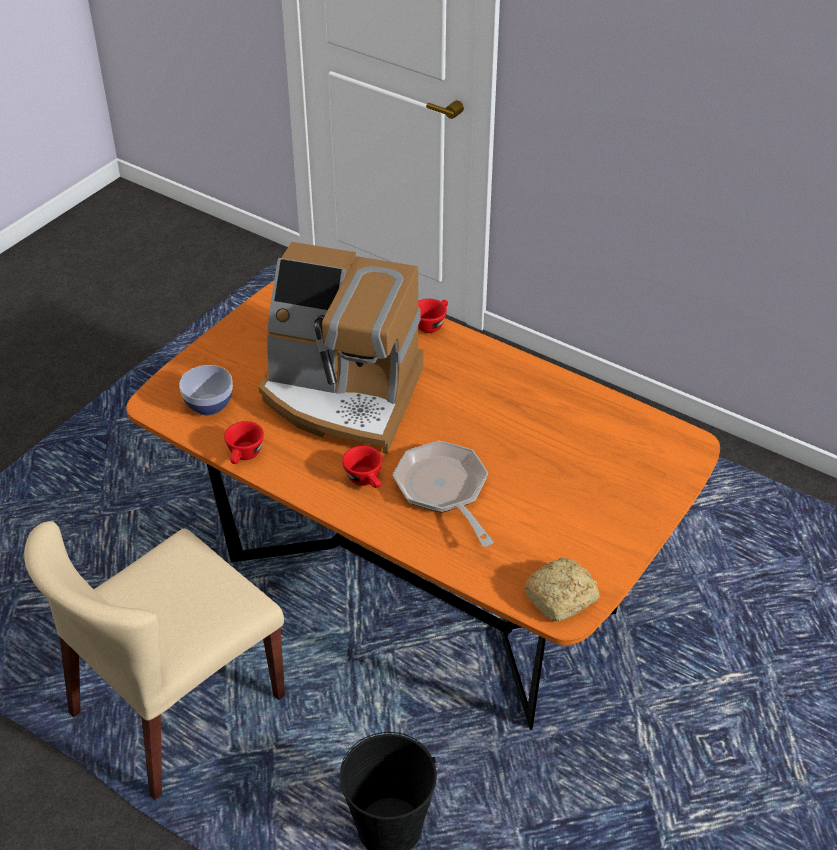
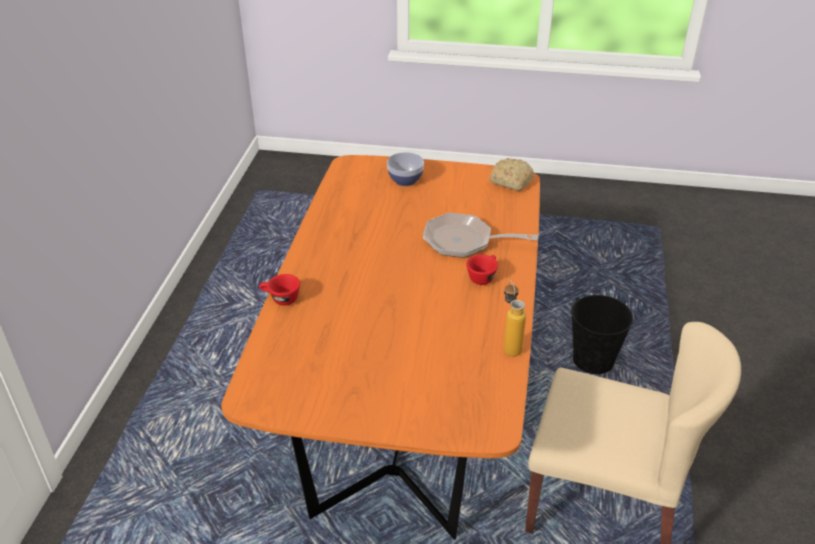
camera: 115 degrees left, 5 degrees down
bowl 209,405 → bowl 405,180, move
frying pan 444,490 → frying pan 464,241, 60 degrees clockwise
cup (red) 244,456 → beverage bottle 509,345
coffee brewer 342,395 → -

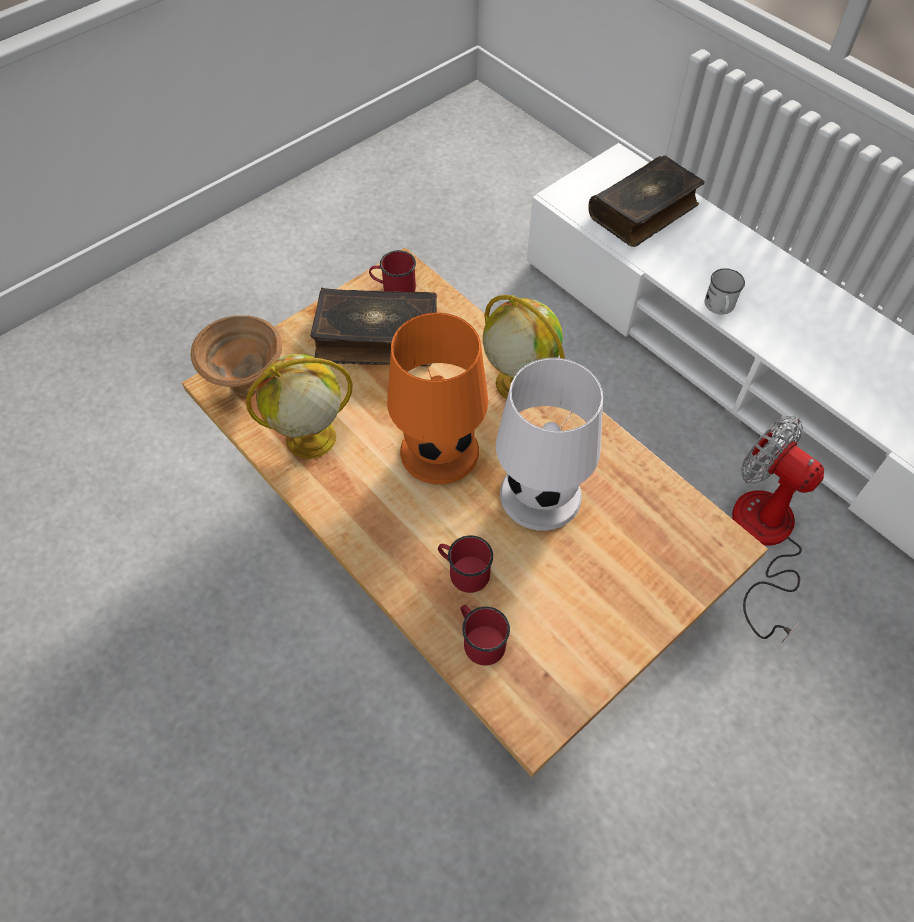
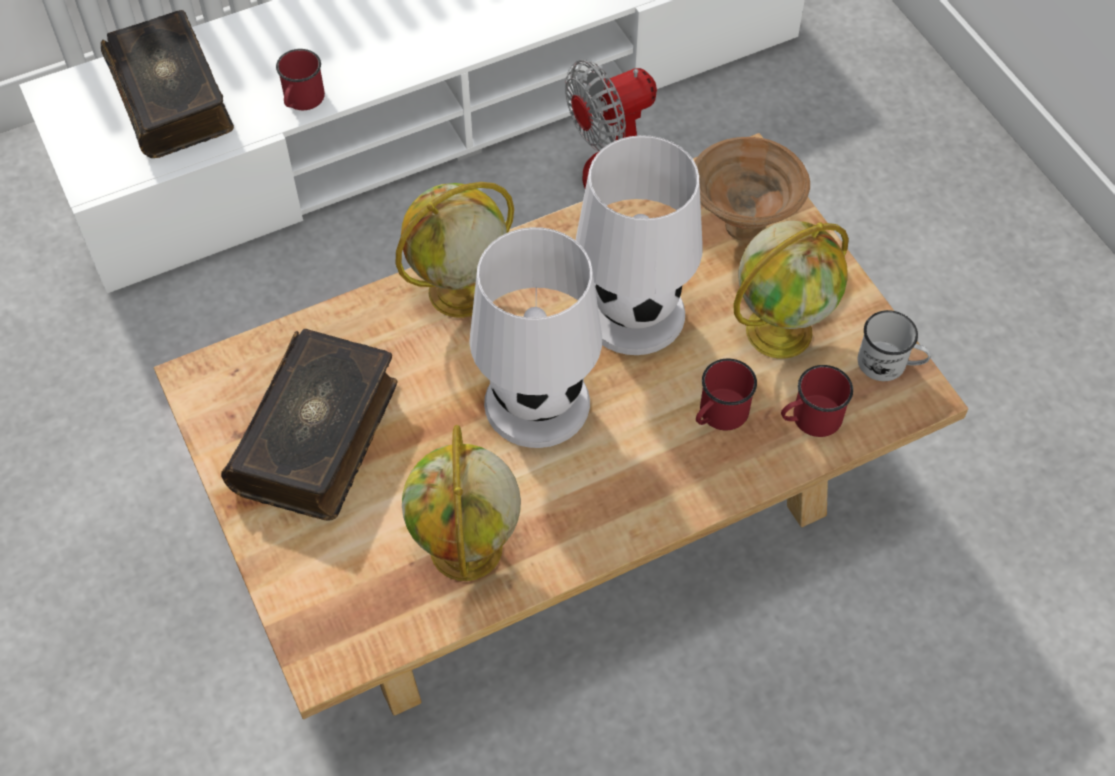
camera: 75 degrees left, 0 degrees up
mug (red) 394,288 → mug (red) 301,101, move
tabletop lamp (orange) 439,451 → tabletop lamp (whitish) 538,403
bowl (brownish) 247,382 → bowl (brownish) 740,226, move
- → globe 780,329
mug (whitish) 719,307 → mug (whitish) 889,364, move

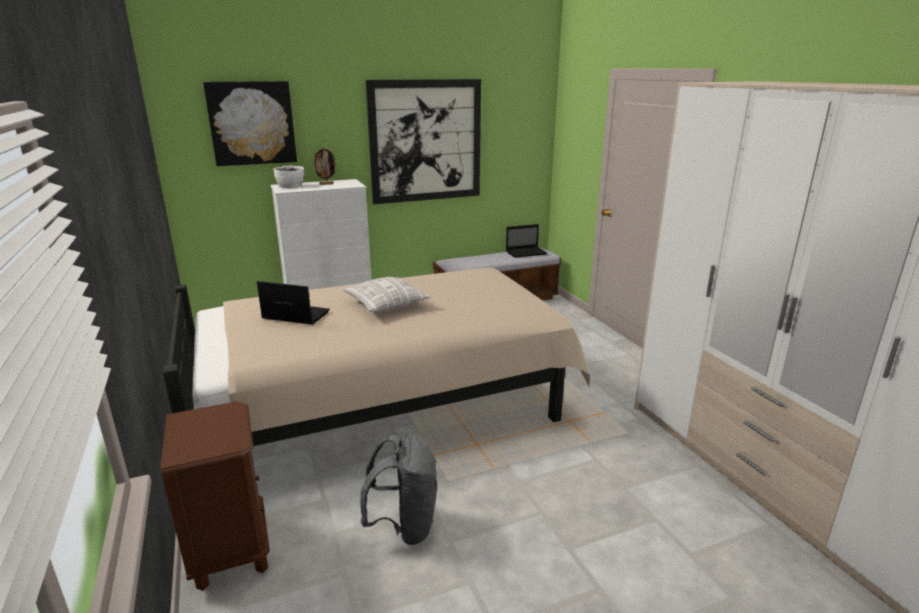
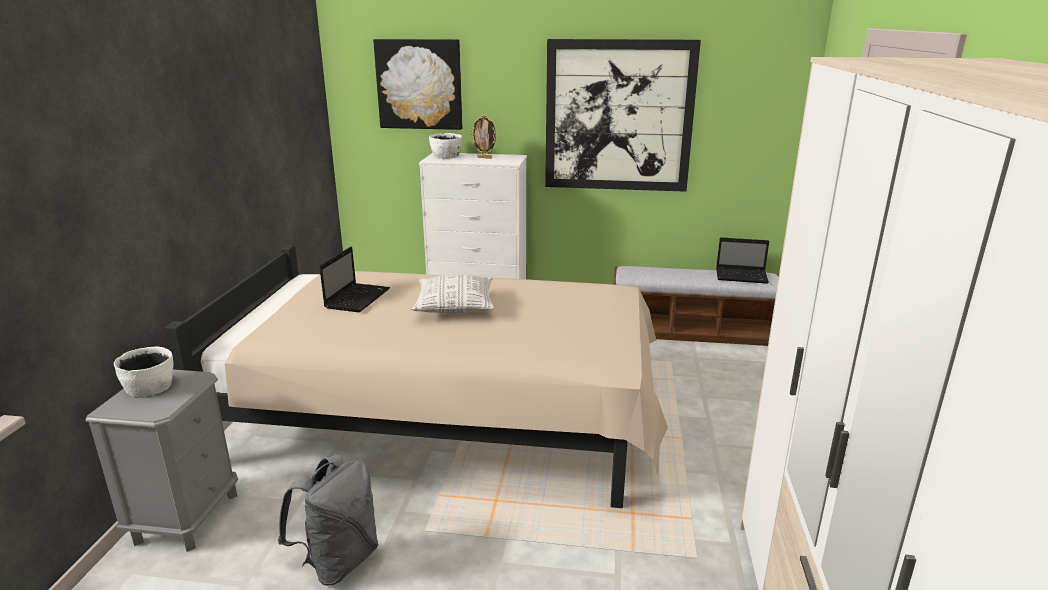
camera: 30 degrees right, 0 degrees up
bedside table (brownish) 230,550 → bedside table (greyish) 186,517
- → bowl (whitish) 150,387
laptop 294,315 → laptop 358,298, 60 degrees clockwise

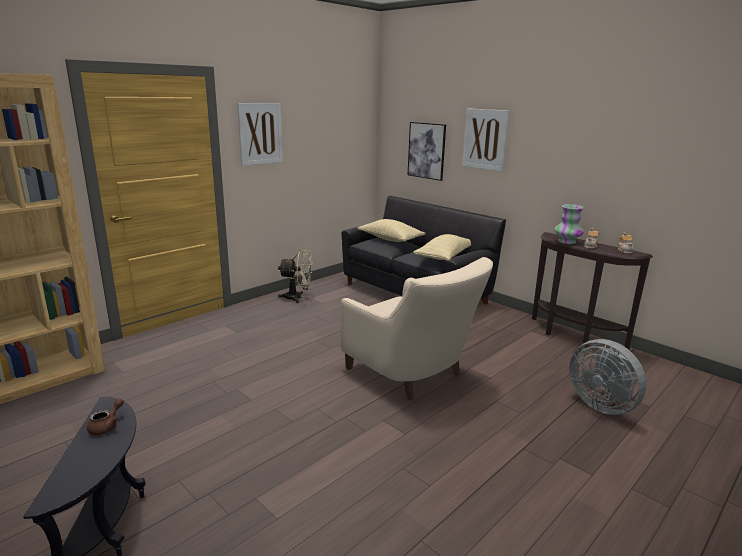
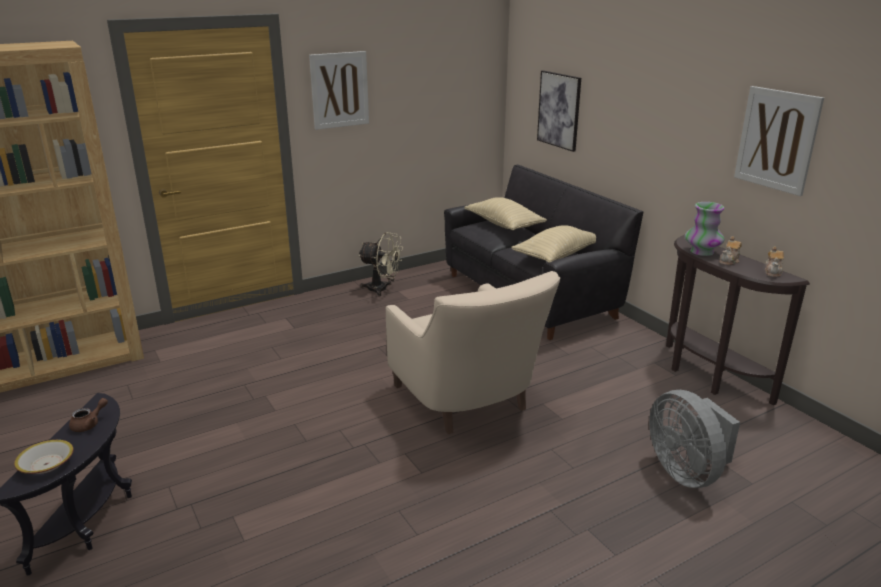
camera: 15 degrees right, 5 degrees up
- → bowl 46,464
picture 485,139 → picture 777,140, move

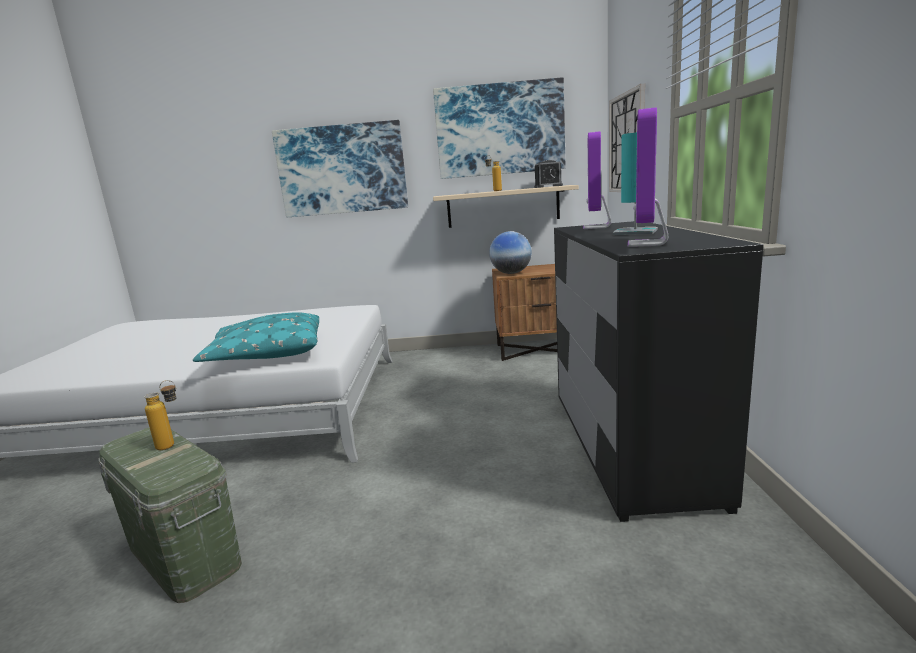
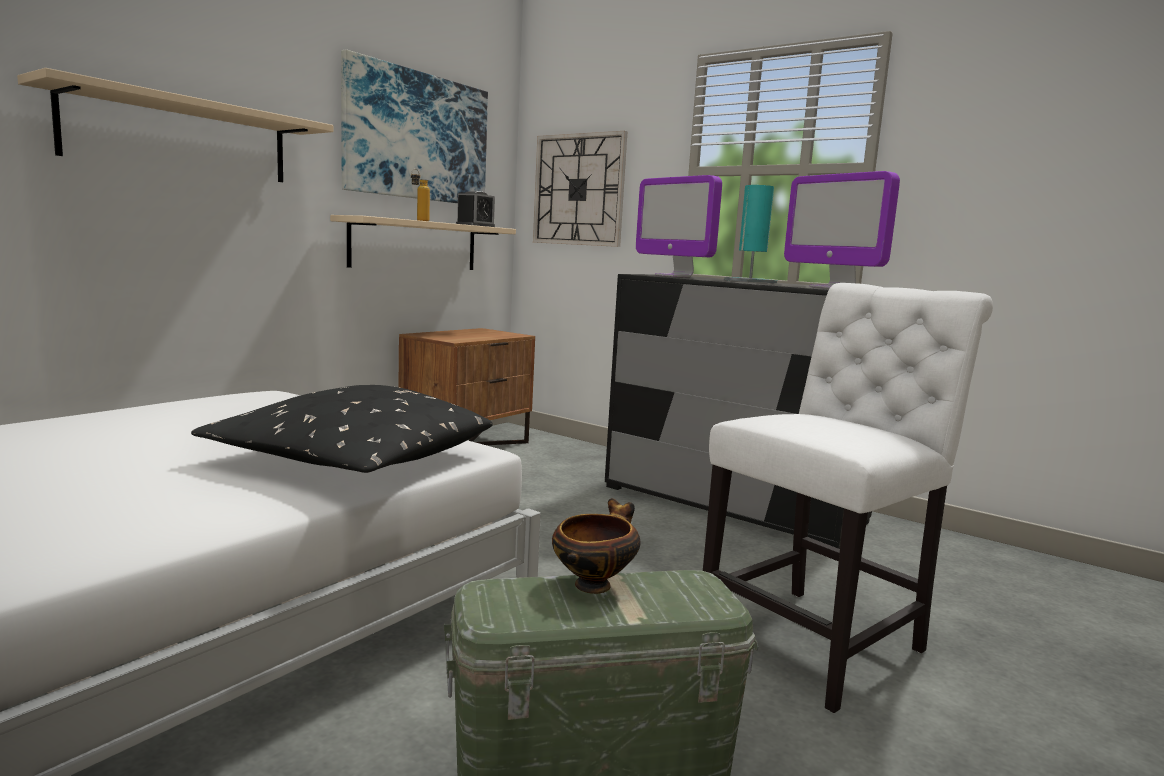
camera: 55 degrees left, 5 degrees down
picture 342,170 → wall shelf (beige) 180,138
pillow (blue-green) 266,353 → pillow (black-coloured) 351,462
beverage bottle 173,445 → bowl 594,584
- → chair (whitish) 819,640
globe 511,273 → -

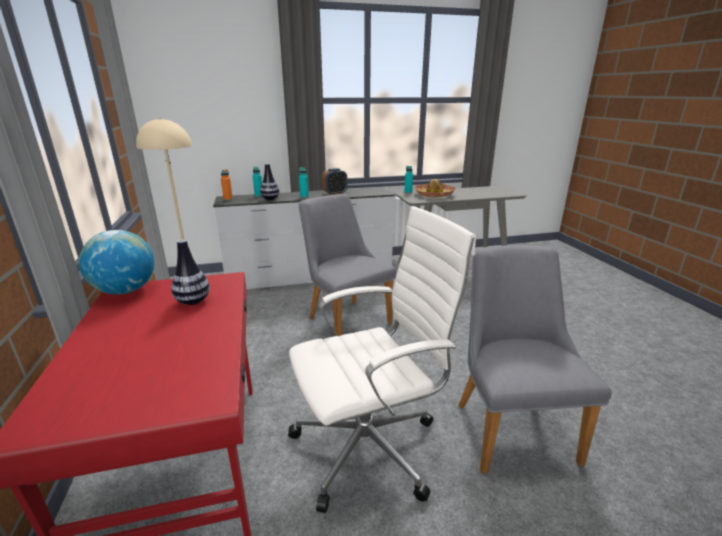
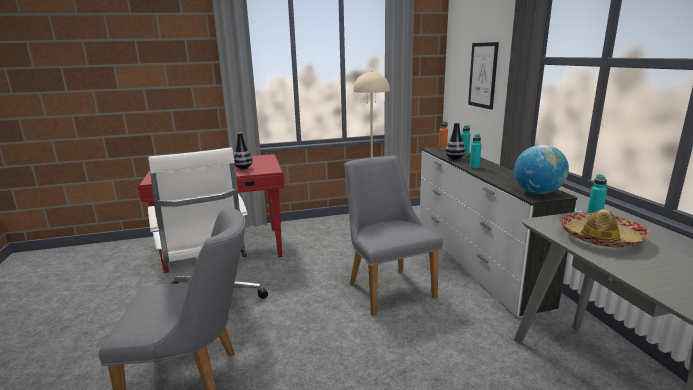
camera: 90 degrees right, 5 degrees down
chair (greyish) 344,317 → chair (greyish) 386,286, 75 degrees counterclockwise
- → picture 483,75
globe 125,290 → globe 537,192, move
table clock 335,193 → -

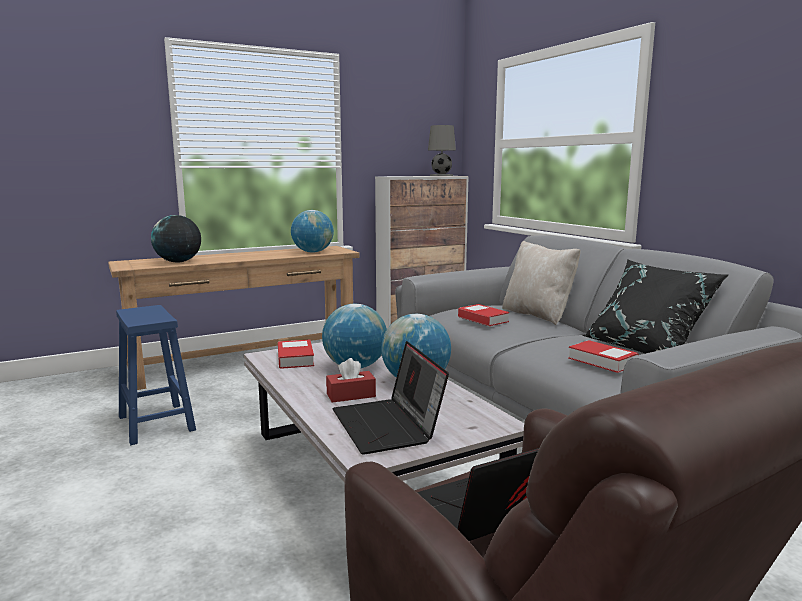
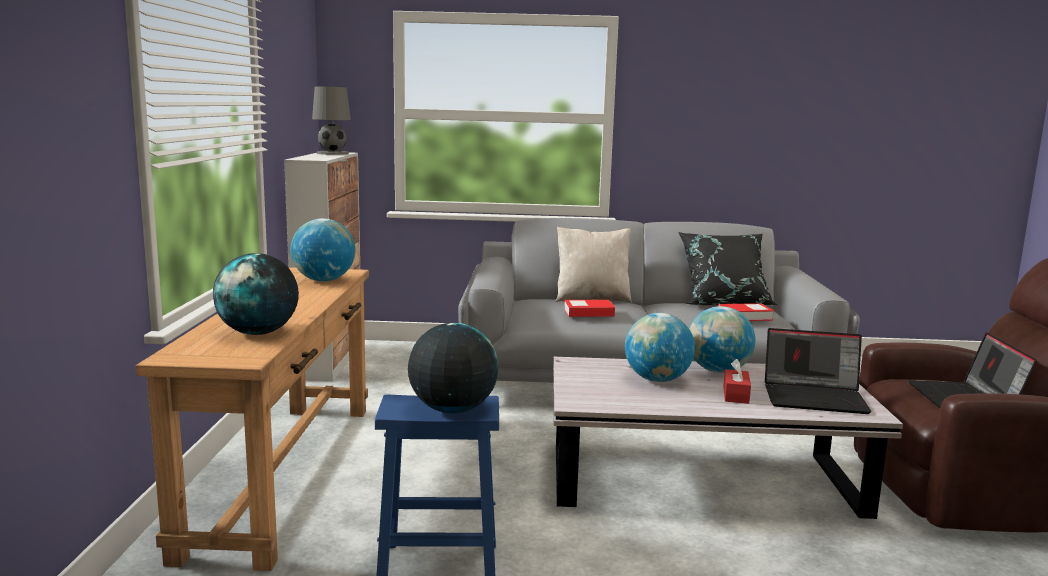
camera: 60 degrees left, 0 degrees up
- → globe 452,410
bound book 295,358 → -

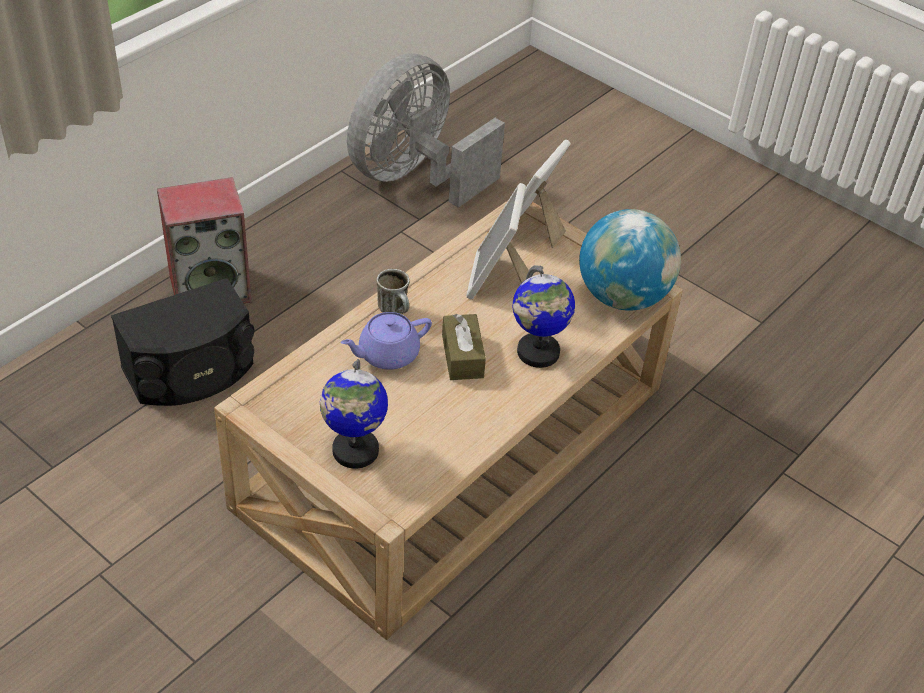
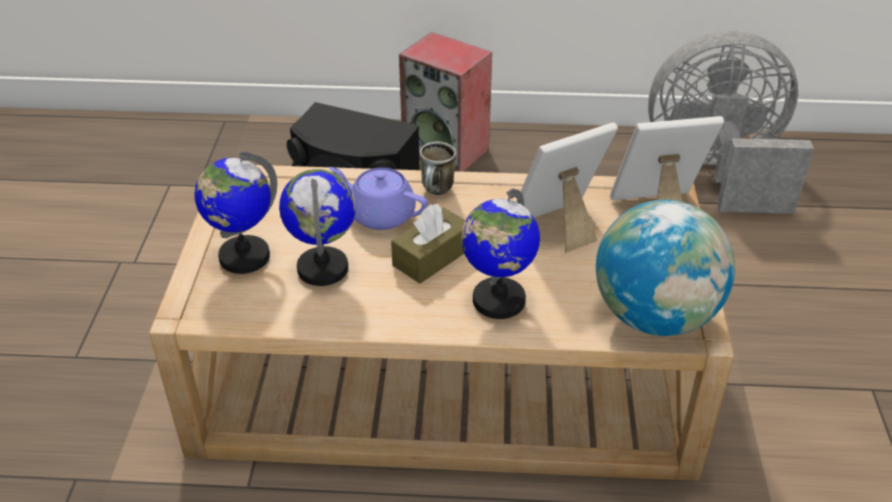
camera: 55 degrees right, 5 degrees down
- → globe 323,268

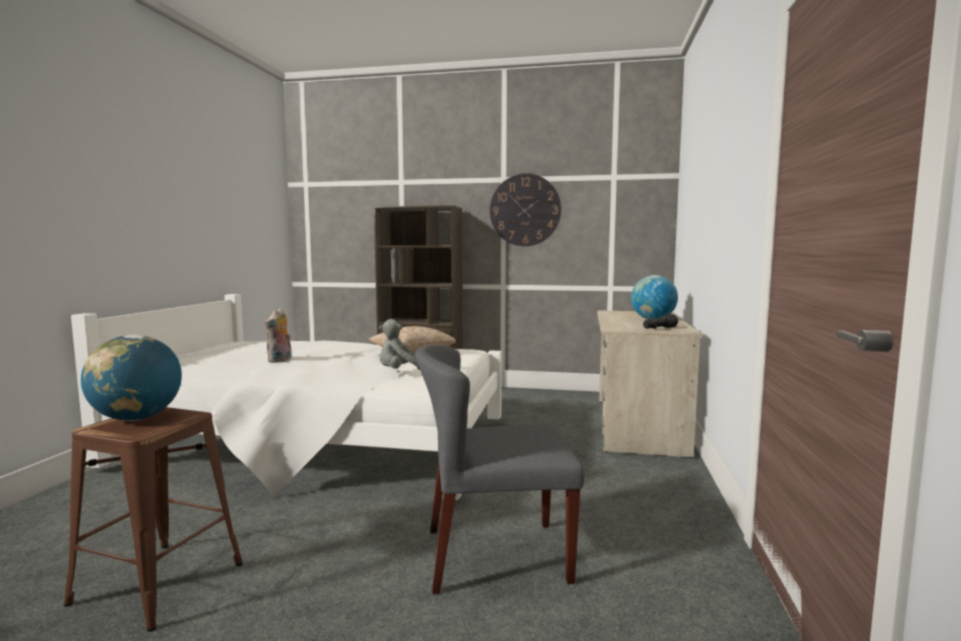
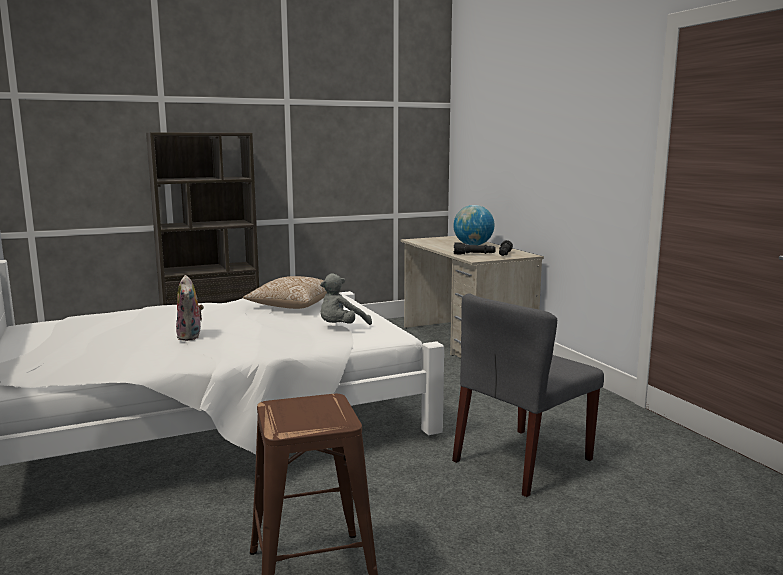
camera: 35 degrees left, 5 degrees up
- → hand torch (black-coloured) 474,254
globe 137,418 → -
hanging clock 525,210 → -

